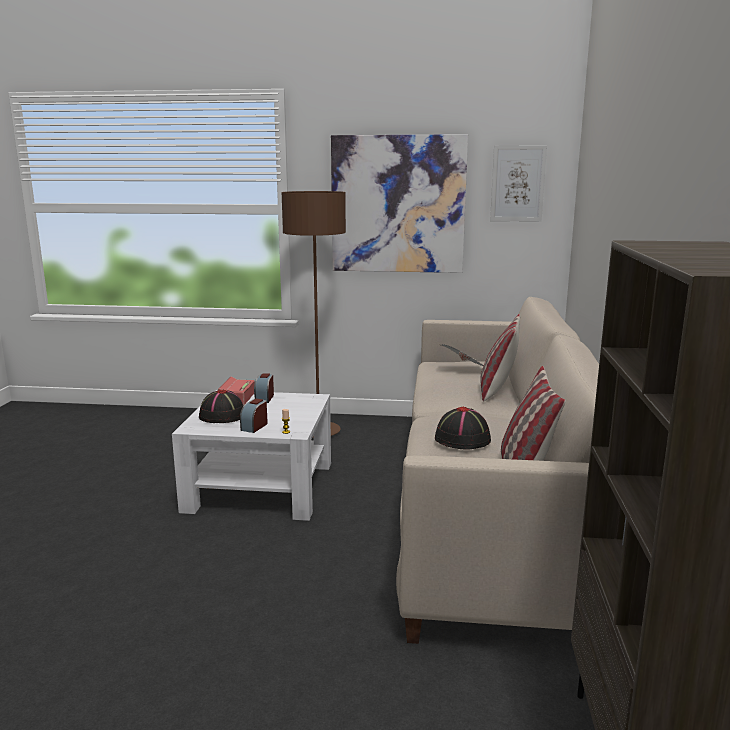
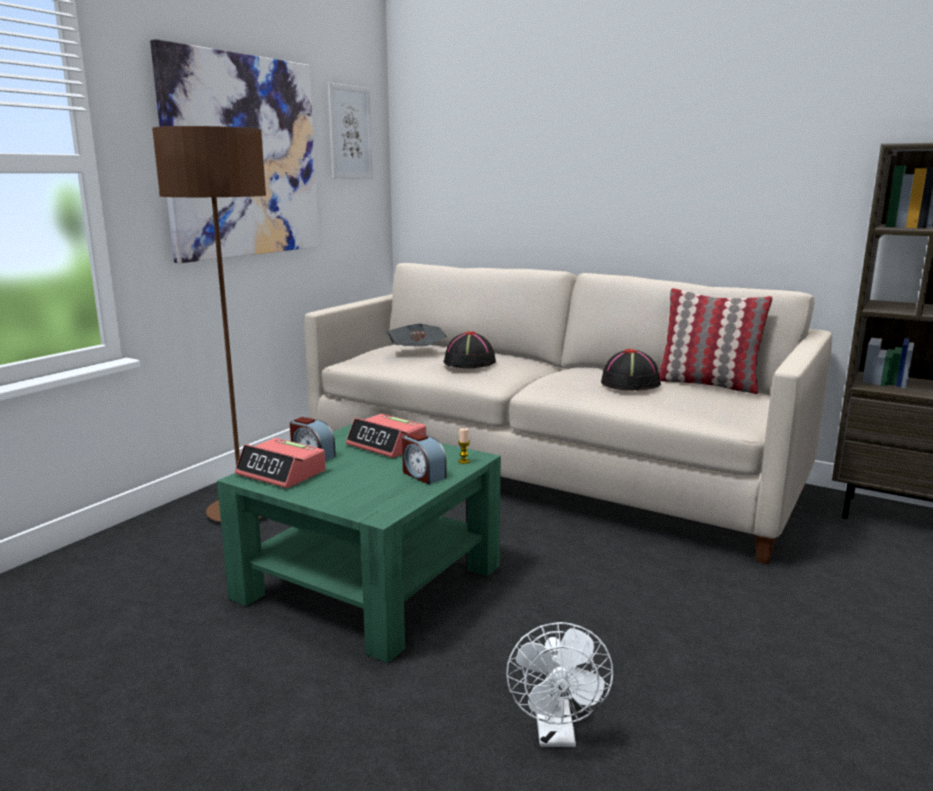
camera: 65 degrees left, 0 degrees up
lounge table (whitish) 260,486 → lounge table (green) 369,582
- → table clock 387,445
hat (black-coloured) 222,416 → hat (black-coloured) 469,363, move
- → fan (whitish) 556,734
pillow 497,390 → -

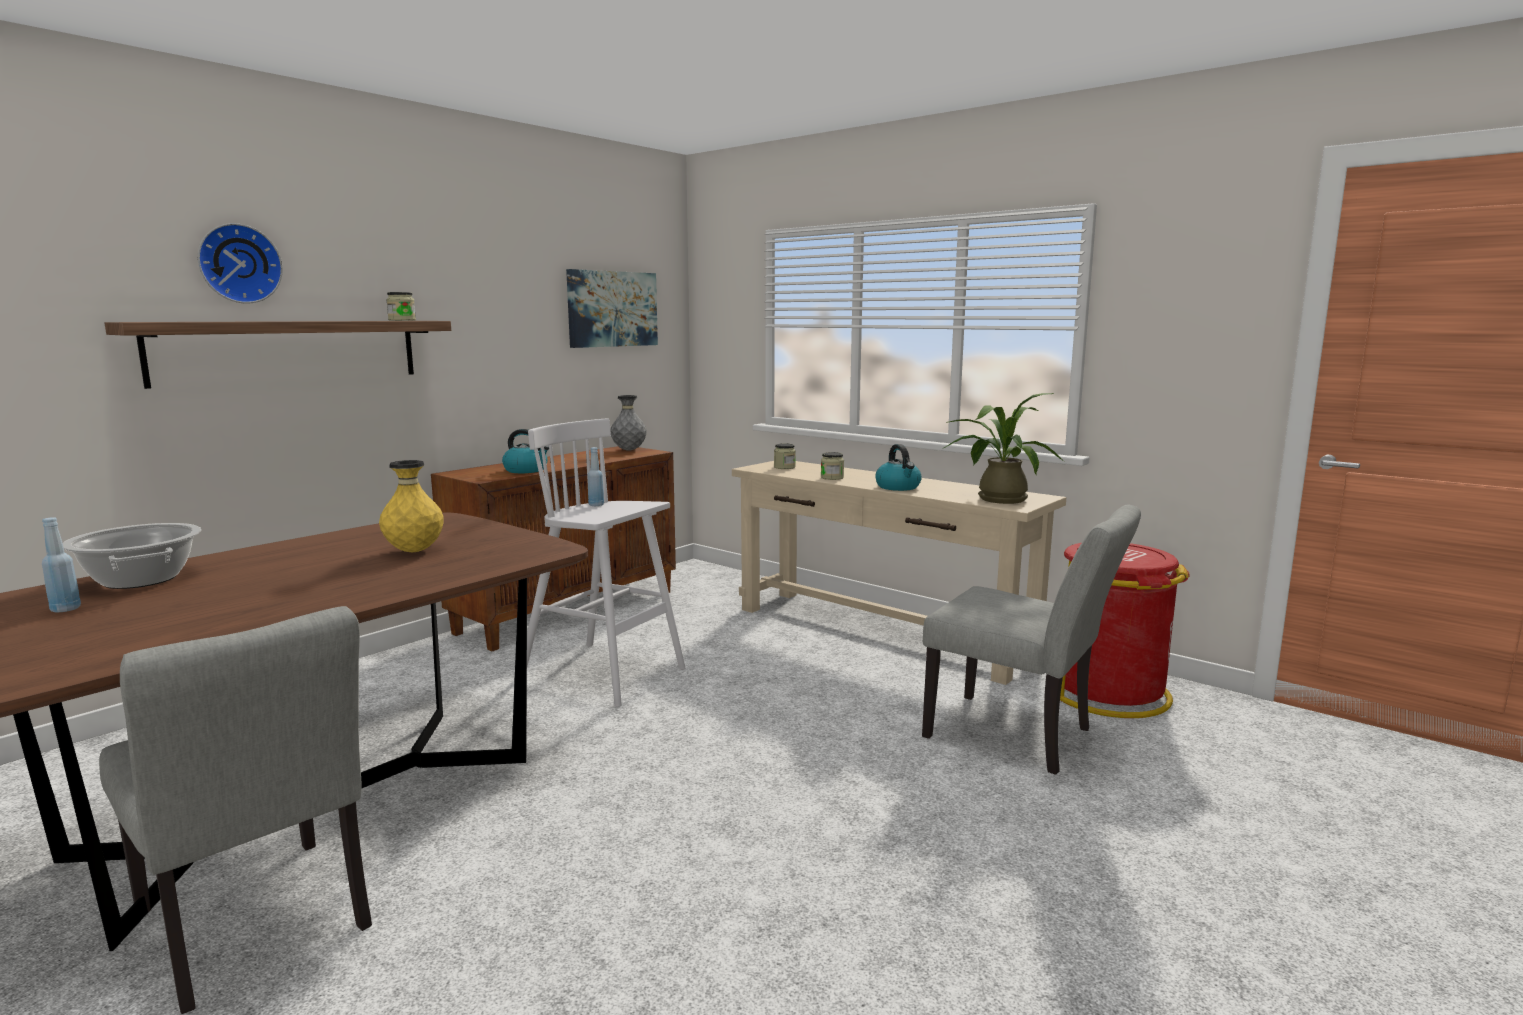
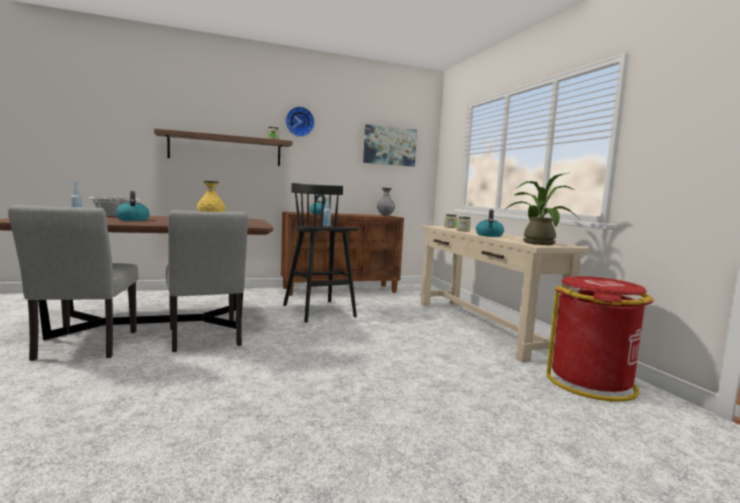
camera: 30 degrees right, 5 degrees down
- → water kettle 132,219
chair (greyish) 1020,736 → chair (greyish) 205,339, move
stool (whitish) 605,674 → stool (black-coloured) 319,311
hanging clock 238,264 → hanging clock 299,122, move

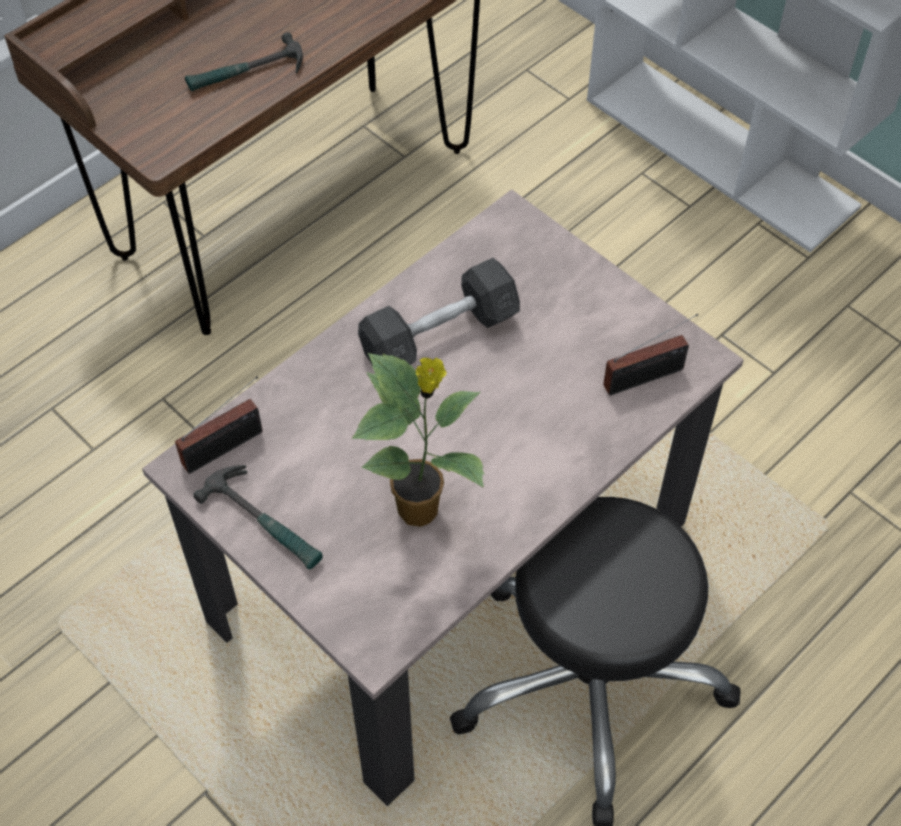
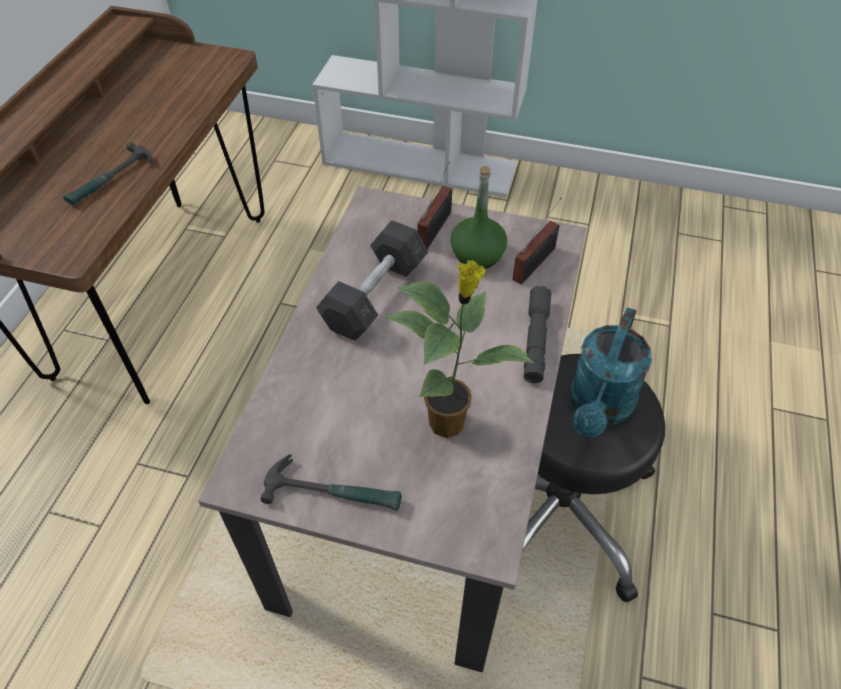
camera: 30 degrees left, 5 degrees down
radio 227,446 → radio 436,227, move
- → beverage bottle (green) 477,255
- → hand torch (greyish) 535,340
- → sprinkling can (blue-green) 599,408

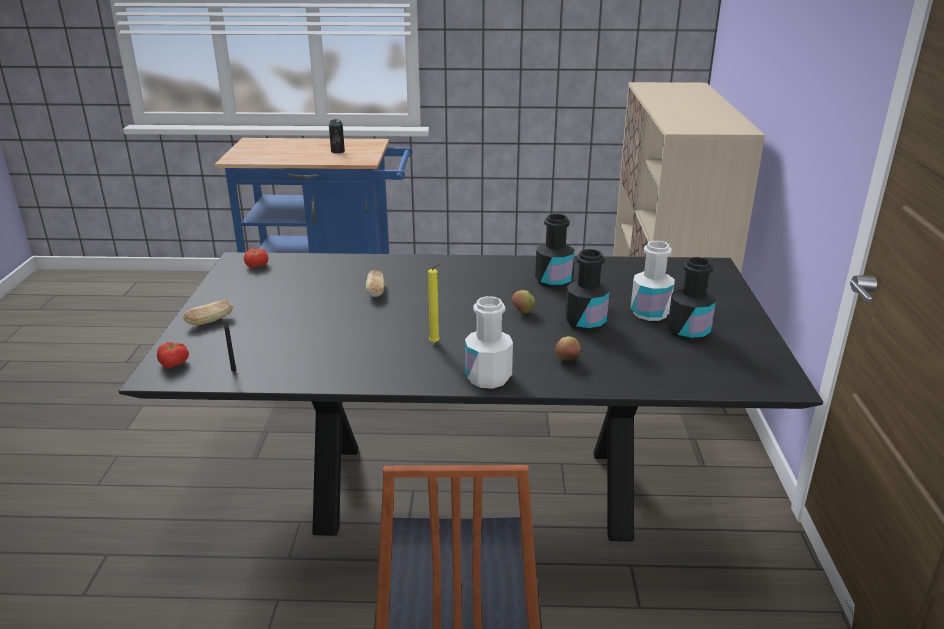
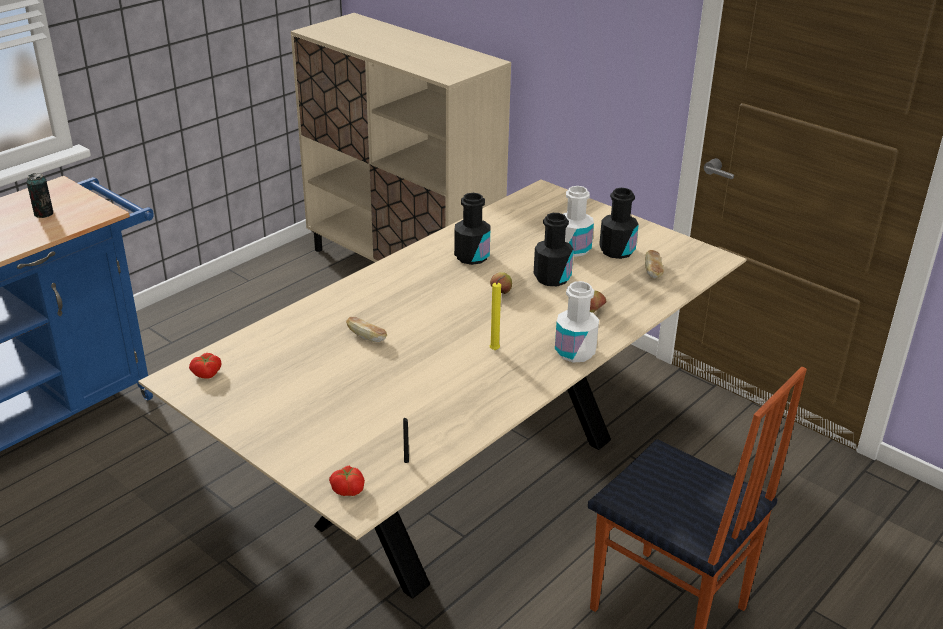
camera: 50 degrees left, 5 degrees up
dinner table (black-coloured) 472,491 → dinner table (beige) 468,482
bread 210,321 → bread 653,271, move

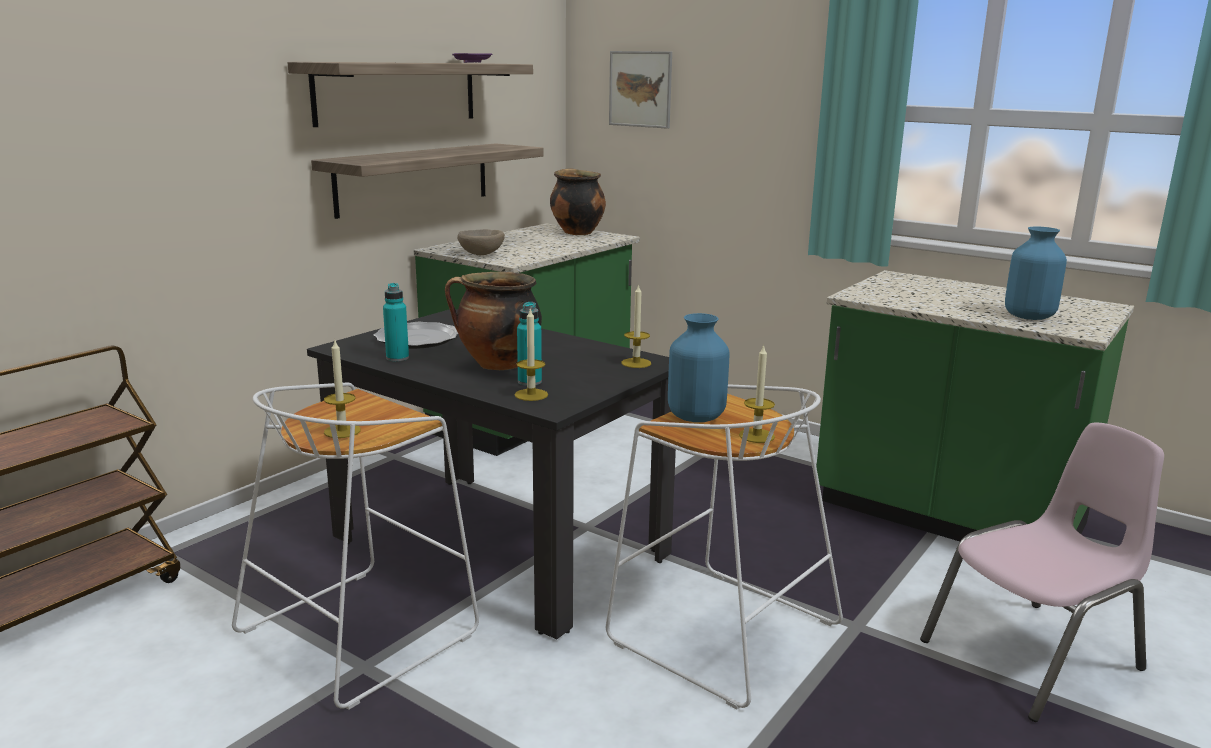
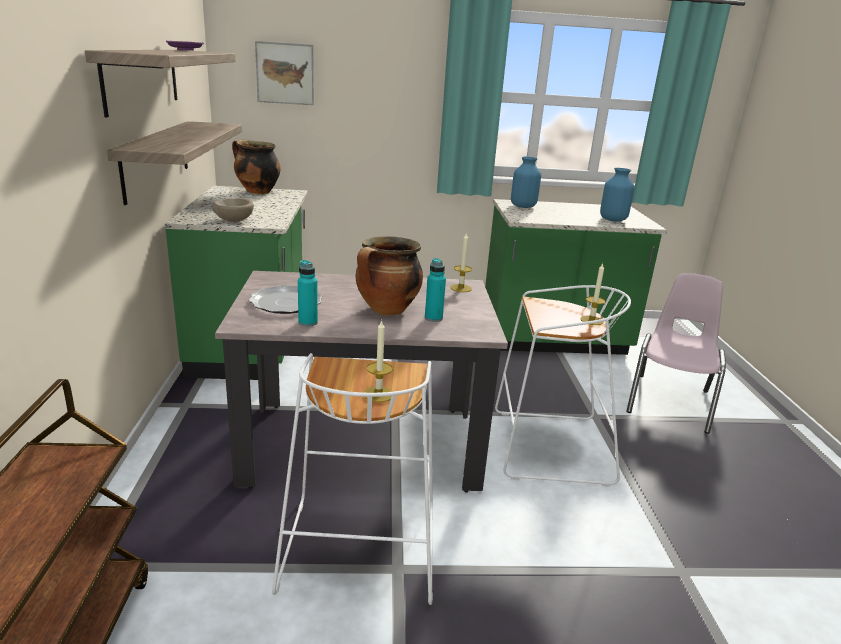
camera: 40 degrees left, 5 degrees up
dinner table (black-coloured) 500,546 → dinner table (beige) 362,445
vase (bluish) 696,416 → vase (bluish) 523,206, move
candle 531,395 → -

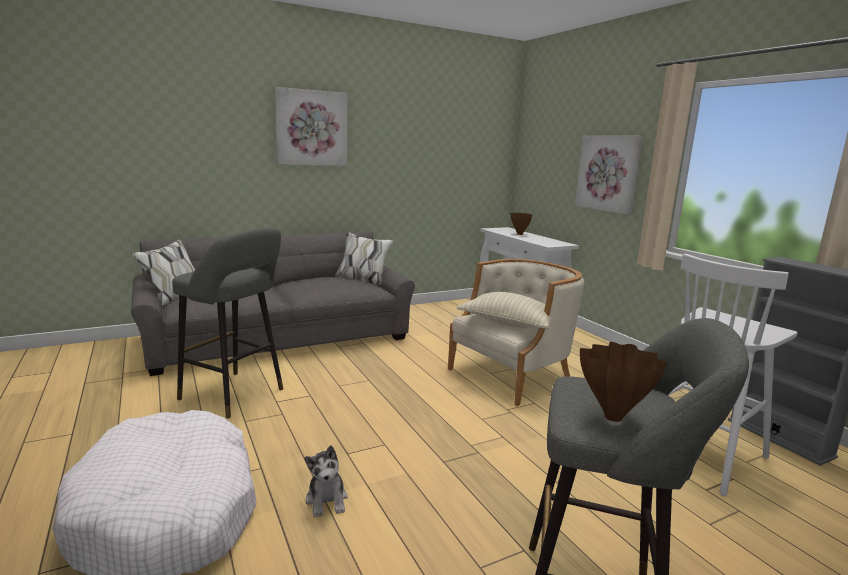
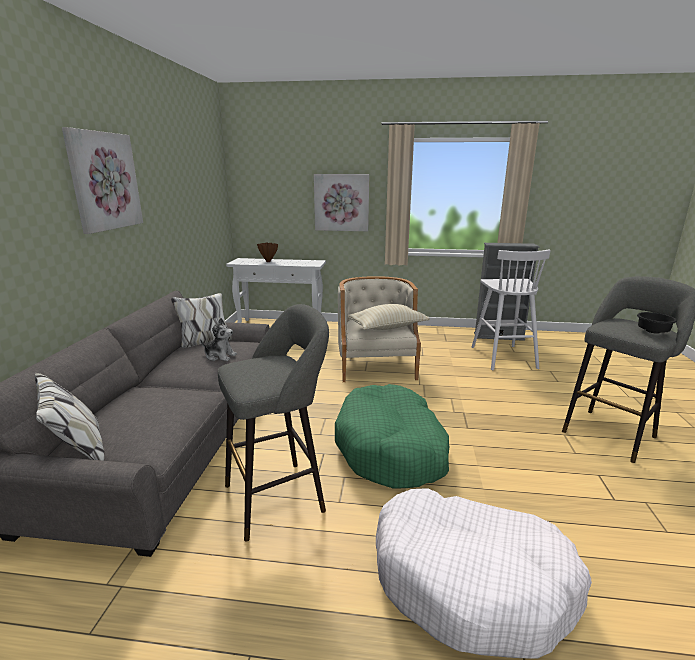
camera: 55 degrees left, 5 degrees up
plush toy 327,500 → plush toy 220,356, move
- → pet bed (green) 391,449
vase (brownish) 615,418 → bowl (black-coloured) 654,332

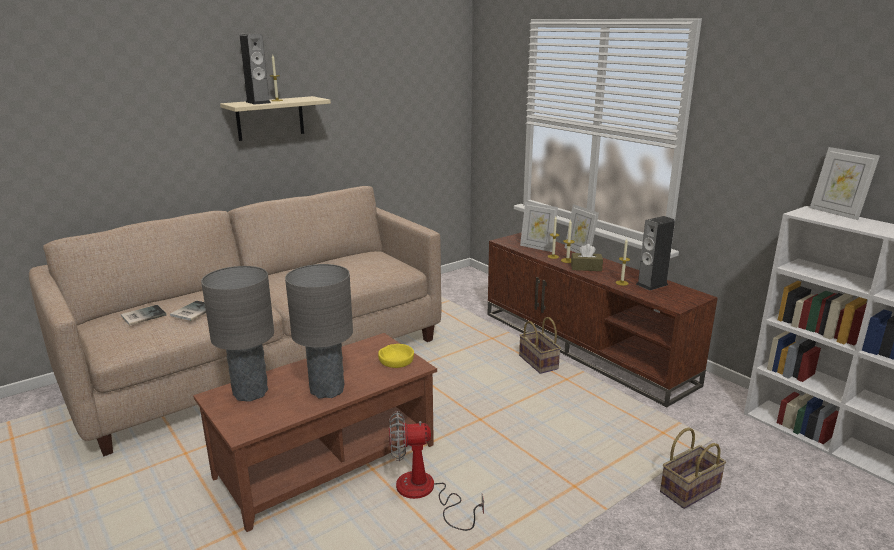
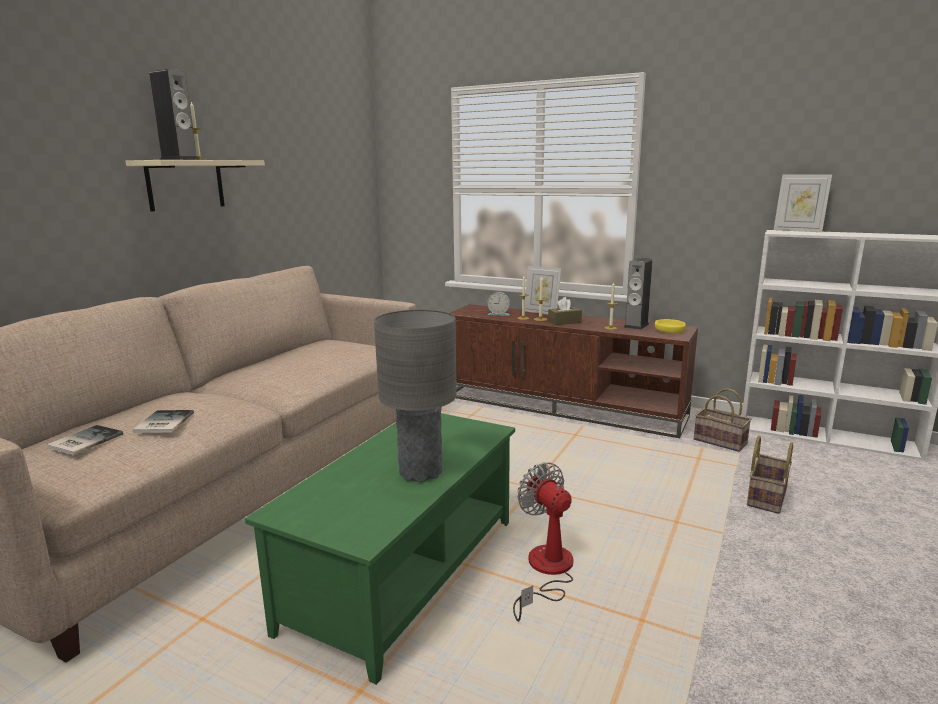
camera: 25 degrees left, 5 degrees down
lounge table (brownish) 326,460 → lounge table (green) 403,571
picture frame 537,247 → table clock 499,314
fan 425,493 → fan 546,571, 90 degrees clockwise
bowl (yellow-coloured) 396,360 → bowl (yellow-coloured) 669,330, move
basket 539,362 → basket 721,441, move
tabletop lamp (greyish) 250,393 → -

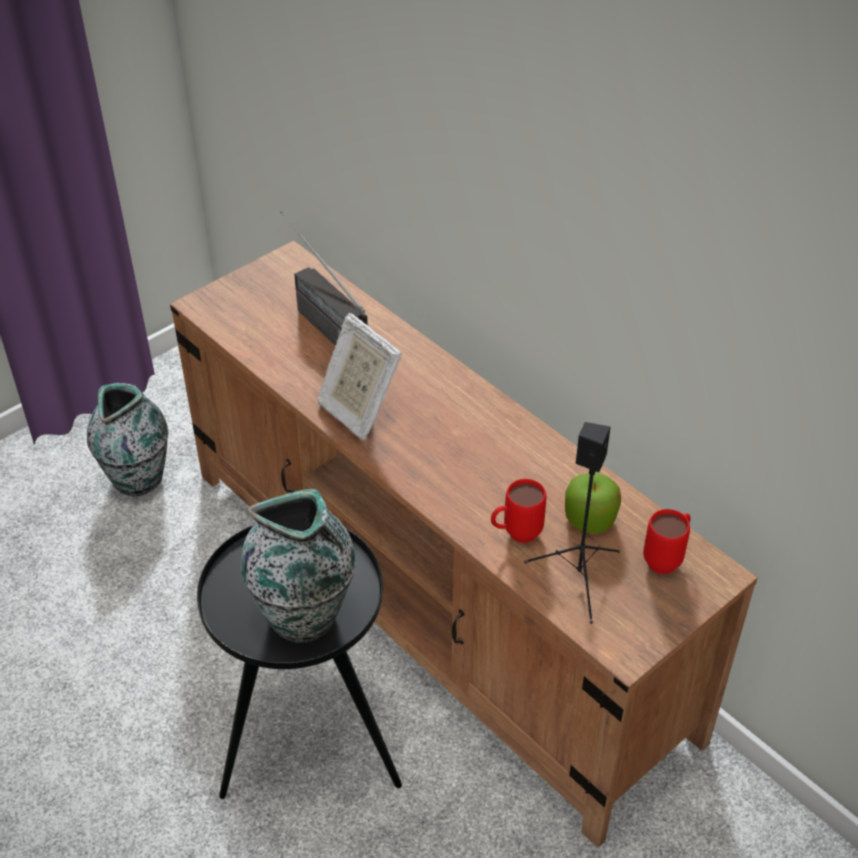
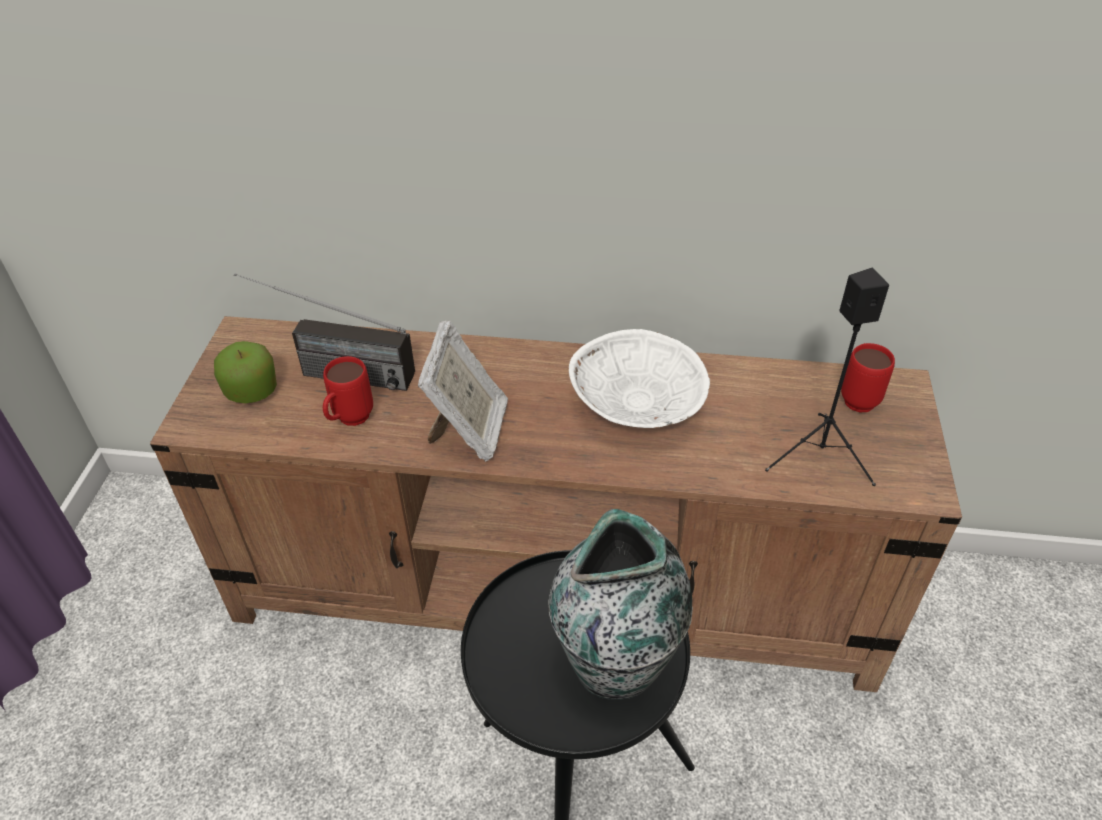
camera: 40 degrees left, 0 degrees up
apple fruit 590,519 → apple fruit 252,391, move
mug (red) 515,535 → mug (red) 349,421, move
picture frame 358,410 → picture frame 469,431, 90 degrees counterclockwise
- → bowl (whitish) 638,405
vase 138,477 → -

